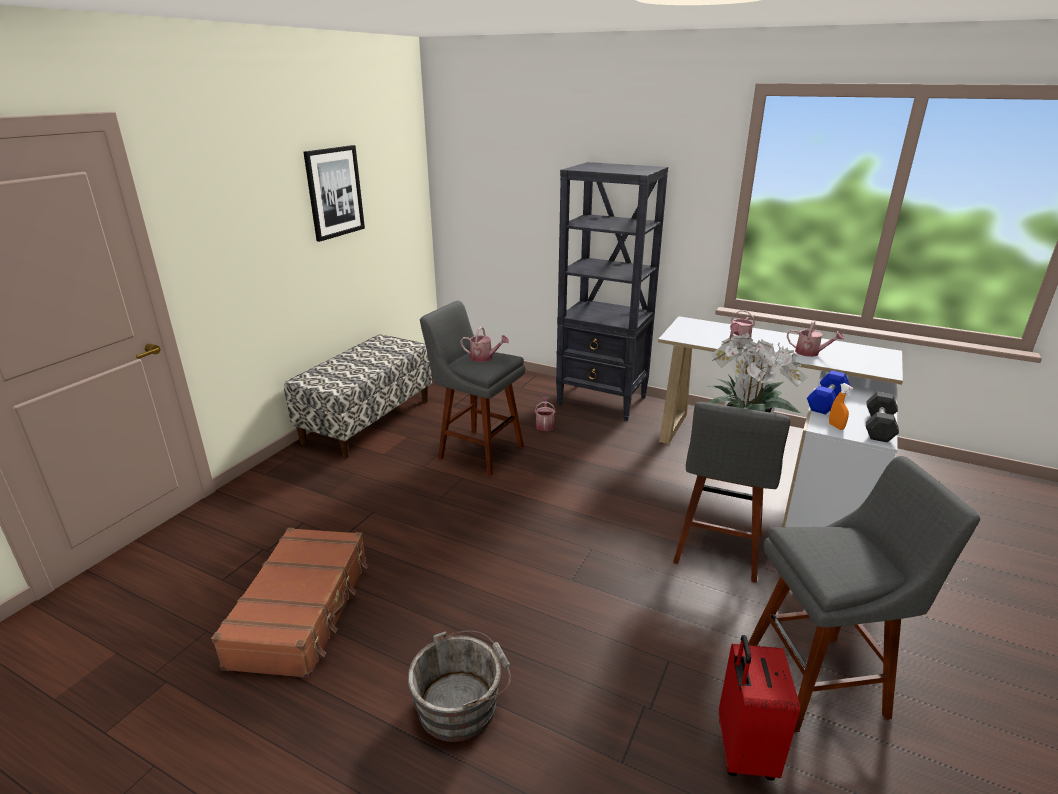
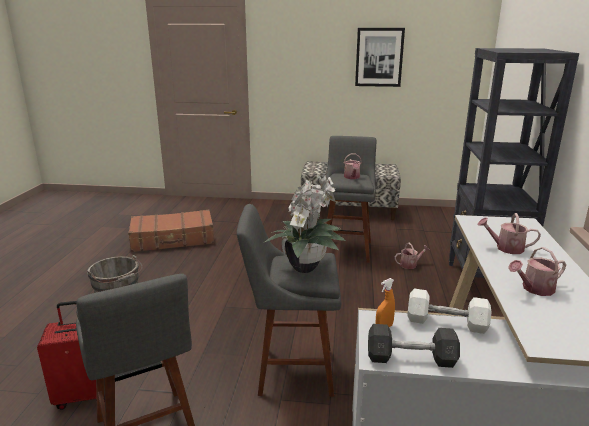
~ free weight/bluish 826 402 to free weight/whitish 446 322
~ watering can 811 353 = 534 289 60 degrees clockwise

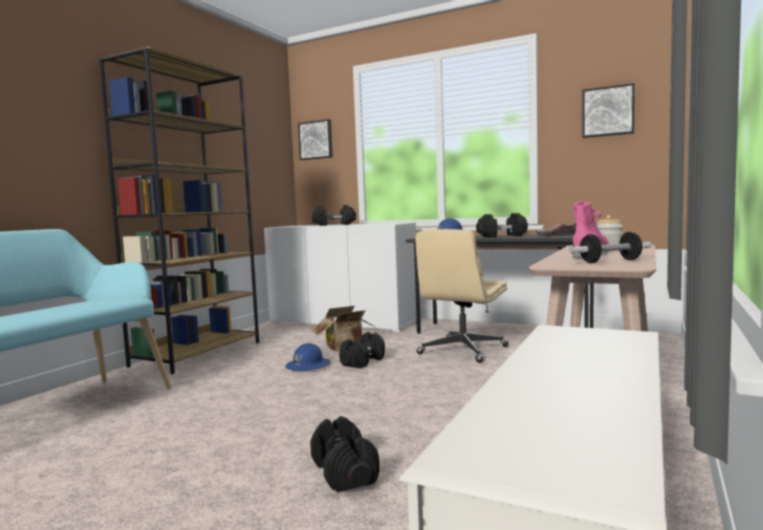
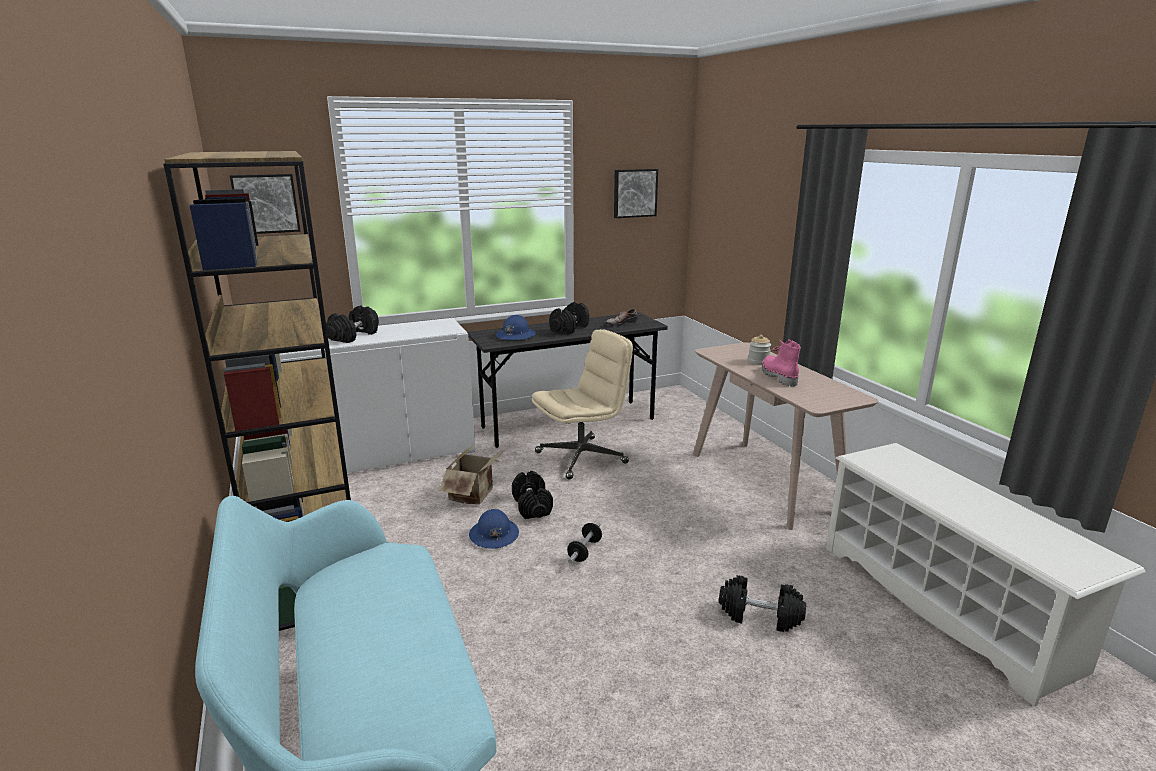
~ free weight 610 261 to 585 551
~ desk chair/beige-coloured 463 350 = 582 457 105 degrees counterclockwise

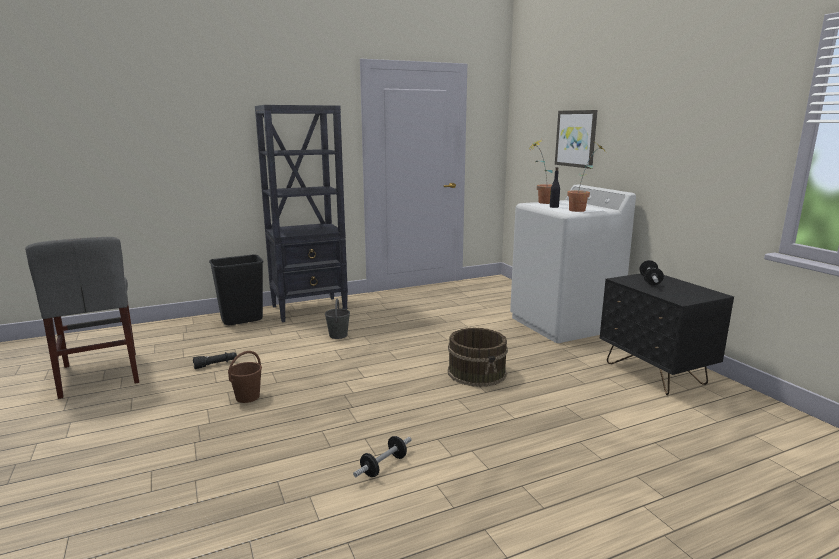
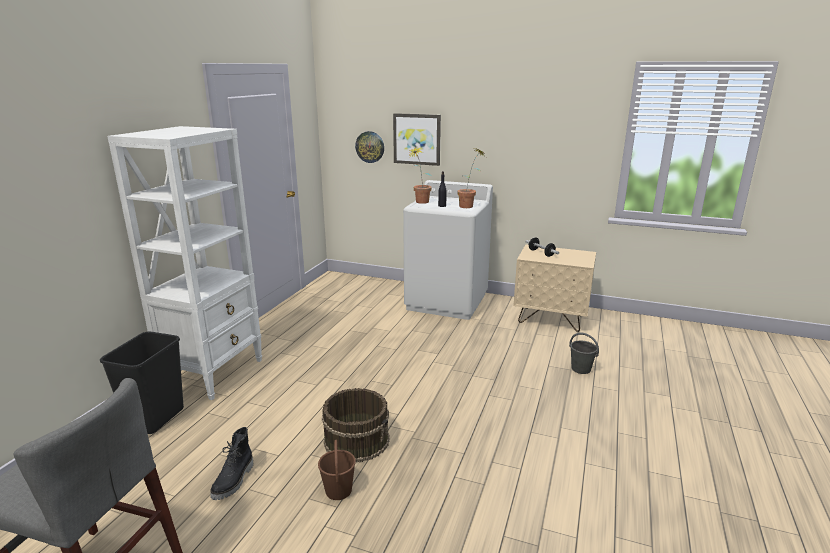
- free weight 384 466
+ clock on the wall 370 147
~ bucket/gray 338 335 to 581 369
~ bucket/brownish 477 372 to 357 439
~ flashlight/black 215 364 to tall boot/black 234 481
~ bookshelf/black 310 309 to bookshelf/whitish 214 373
~ nightstand/black 655 373 to nightstand/beige-coloured 551 319

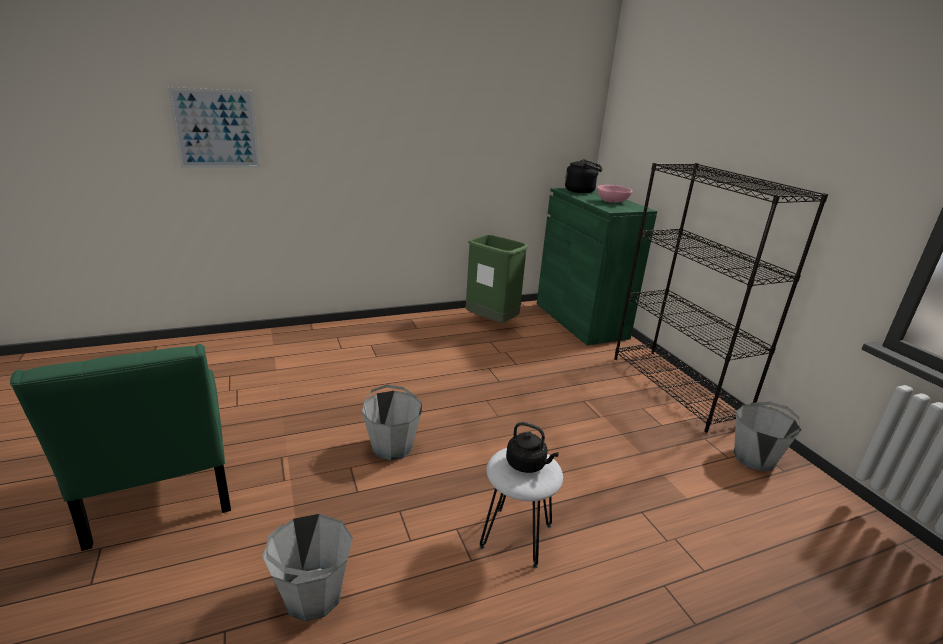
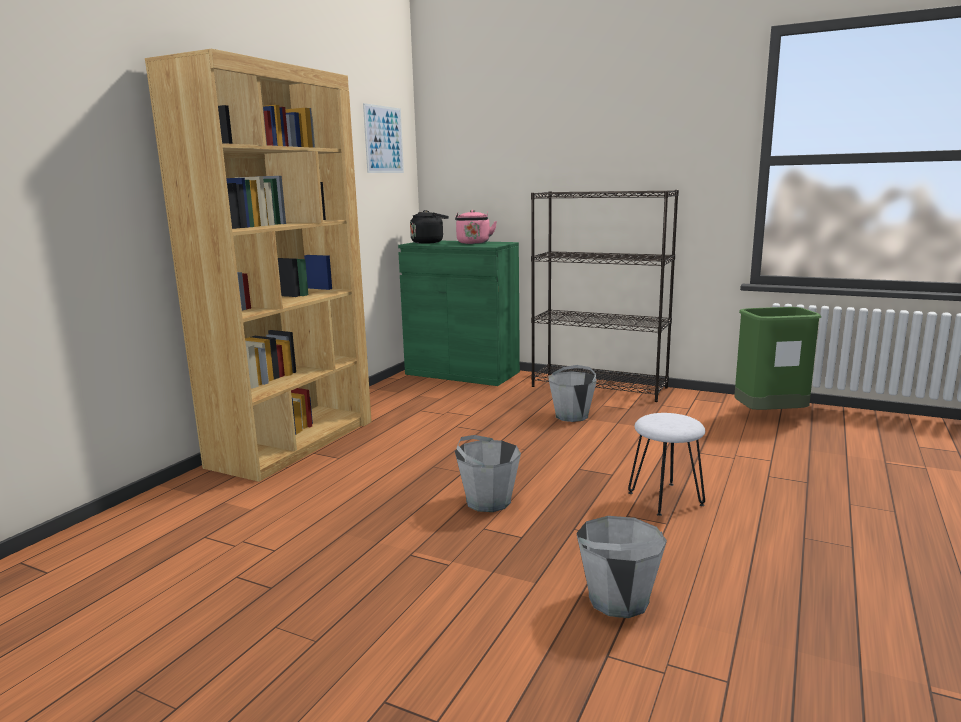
- chair/green-coloured 160 494
- tea kettle/black 528 464
+ bookshelf/brownish 294 443
~ wall picture 216 129 to 384 139
~ rubbish bin/green-coloured 491 323 to 769 417
~ bucket/gray 755 458 to 572 416
~ deep dish/pink-coloured 612 202 to tea kettle/pink-coloured 473 243

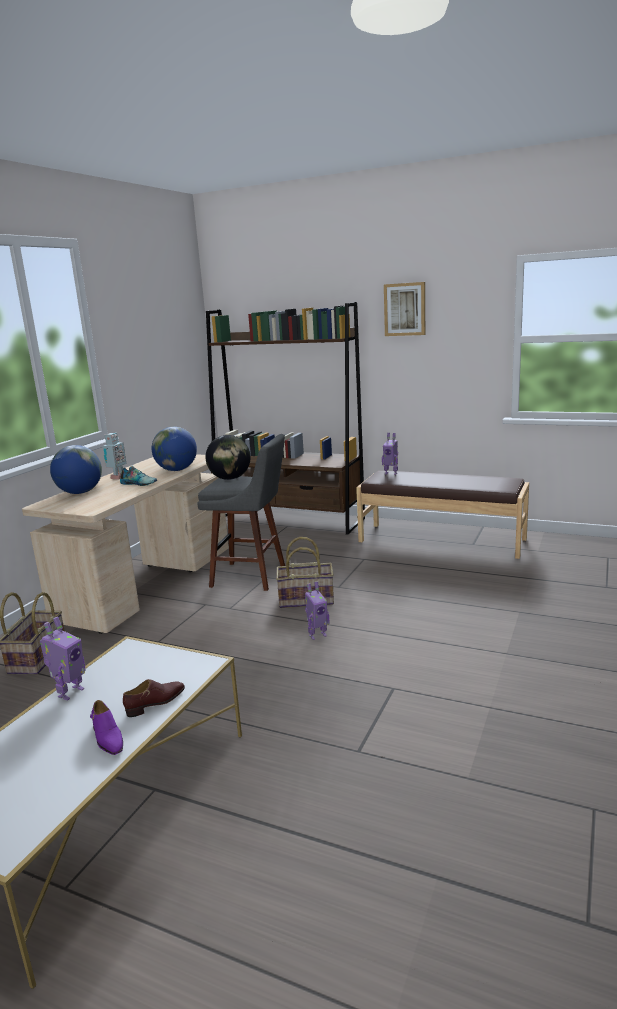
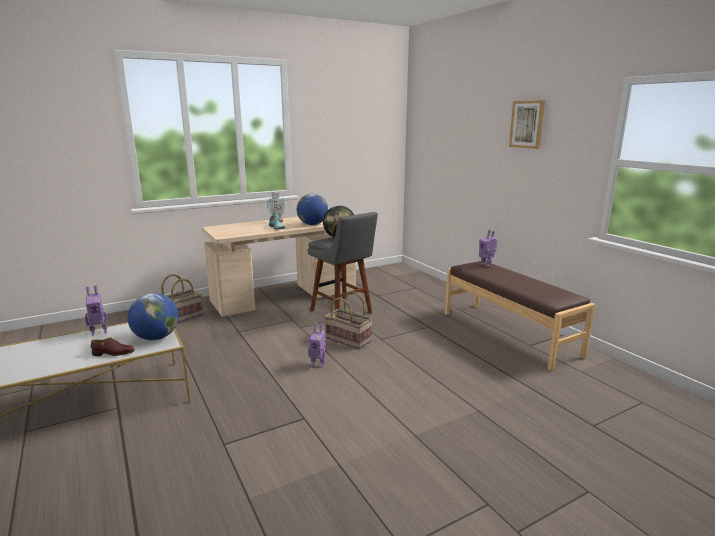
- item of footwear/purple 107 738
- bookshelf/brownish 289 520
~ world globe 80 492 to 156 337

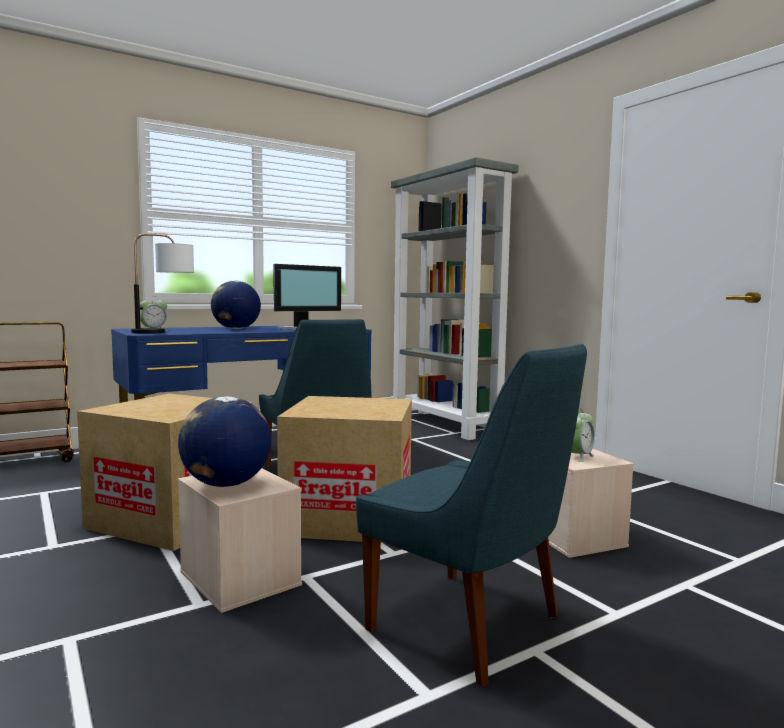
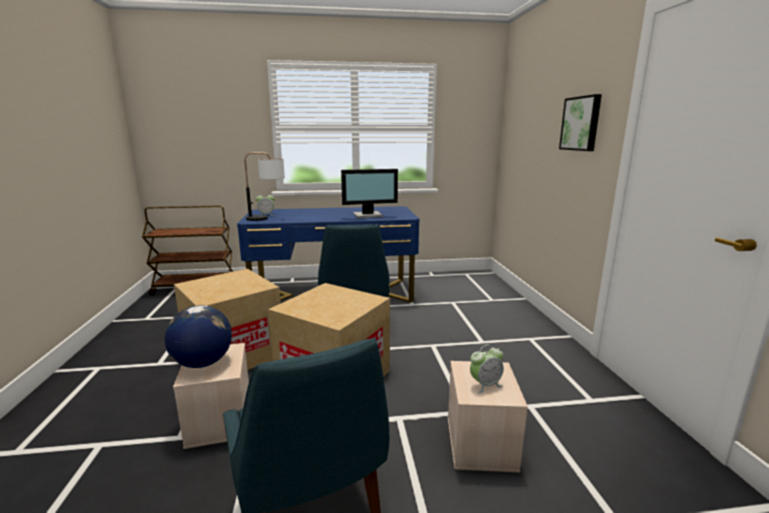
- world globe 236 329
- bookshelf/gray 445 424
+ wall picture 581 123

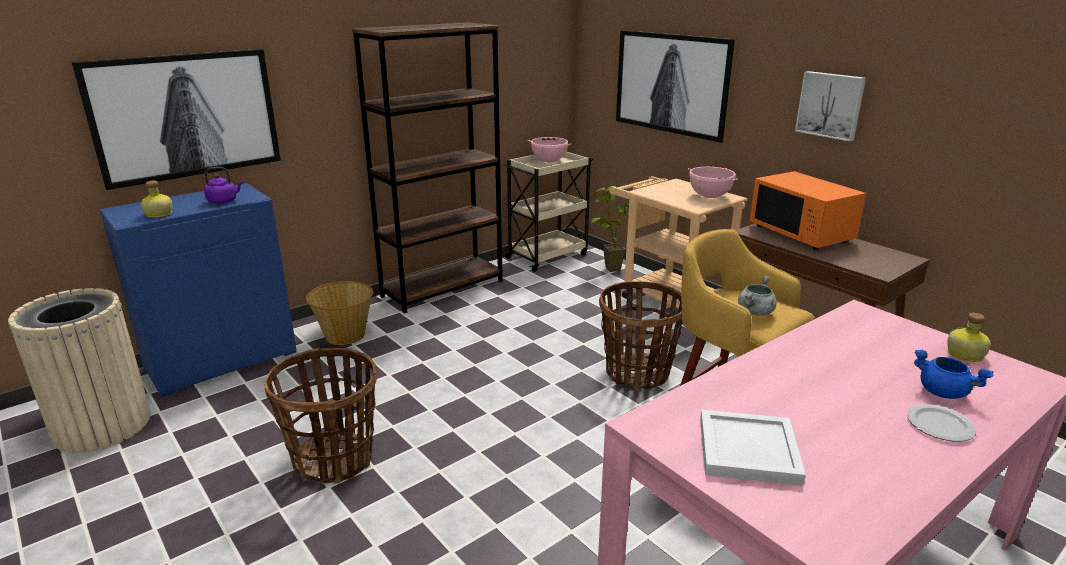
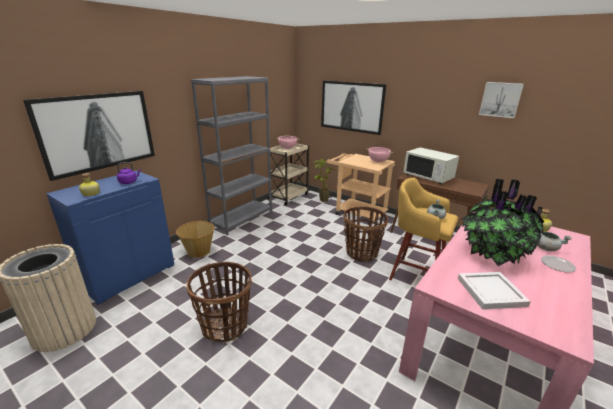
+ potted plant 491 254
~ wall picture 830 105 to 500 99
~ bookshelf/brownish 443 288 to bookshelf/gray 242 219
~ microwave oven/orange-coloured 801 234 to microwave oven/whitish 428 177
~ saucepot/bluish 943 392 to saucepot/gray 546 248

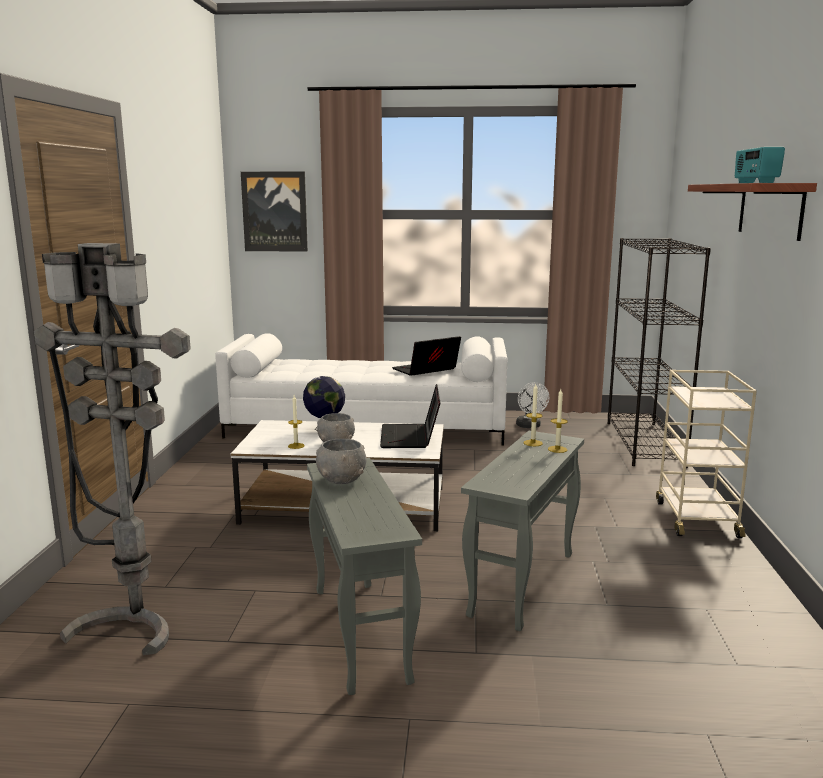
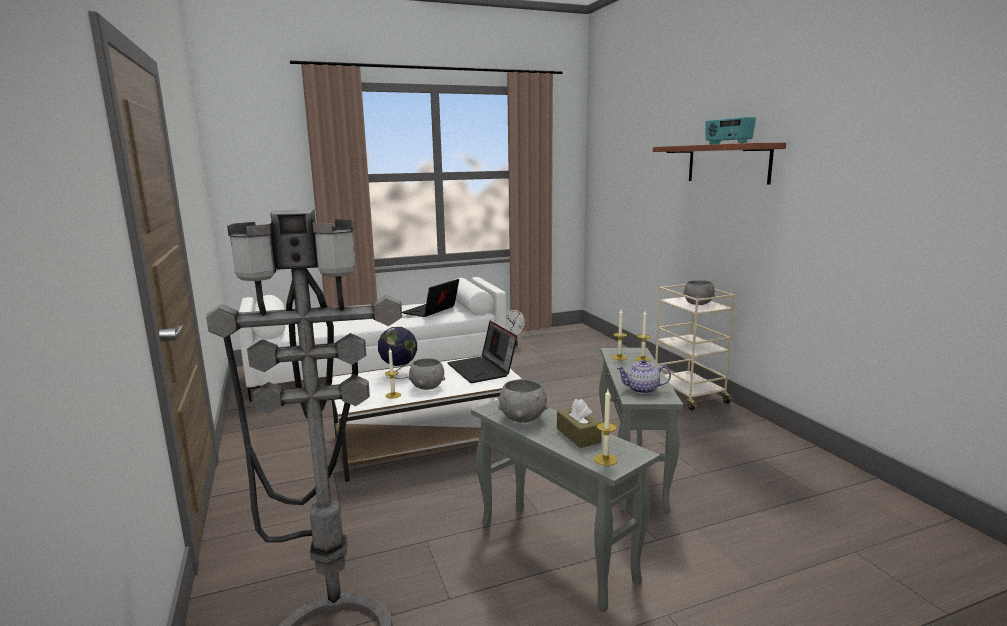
- wall picture 275 211
- bookshelf/black 645 444
+ tissue holder/brownish 578 436
+ wax candle 605 459
+ pot for tea 642 389
+ deep dish/gray 698 303

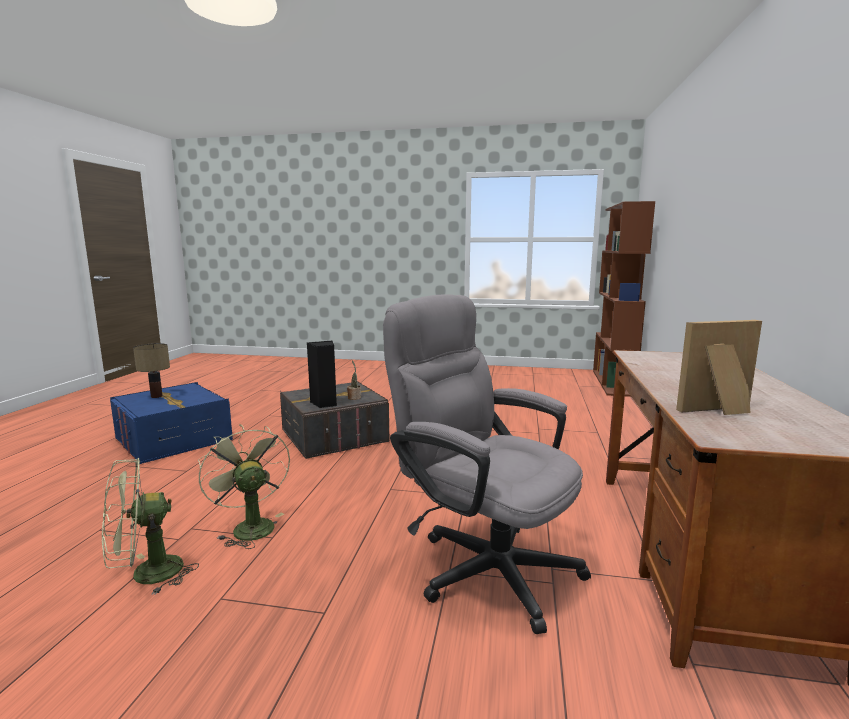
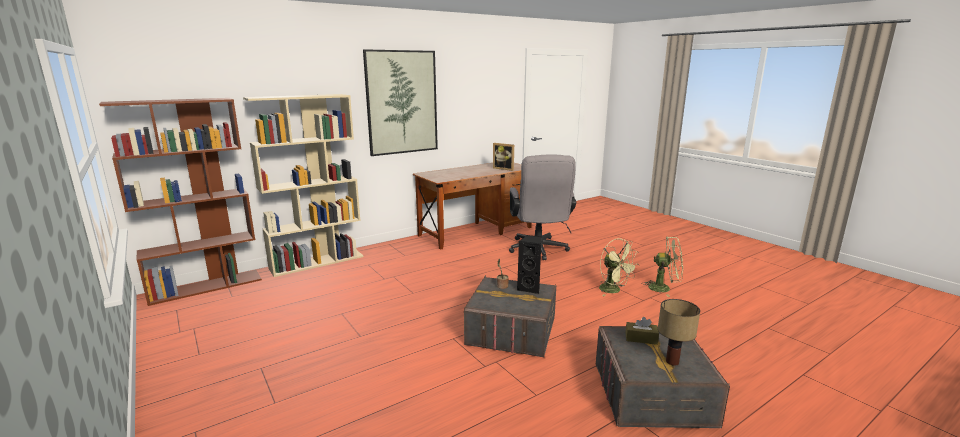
+ bookshelf/beige-coloured 317 262
+ wall picture 402 102
+ tissue holder/brownish 641 338
~ storage bin/bluish 174 439 to storage bin/gray 652 394
~ cooling fan/green-coloured 249 526 = 614 290 45 degrees counterclockwise

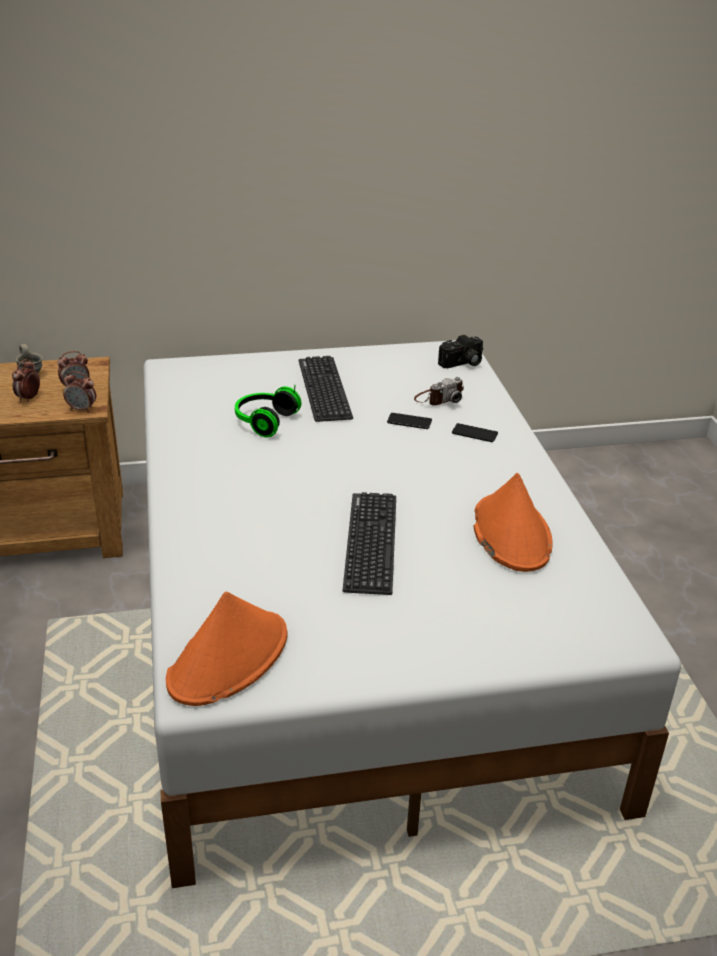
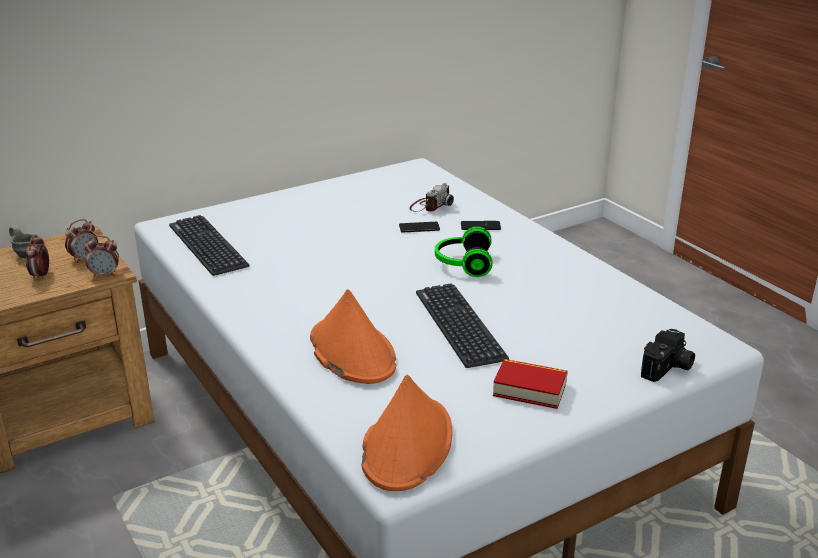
+ volume 529 389
~ headset 264 421 to 462 264
~ computer keyboard 324 389 to 207 246
~ photo camera 462 363 to 667 368
~ clothing hat/orange-coloured 510 533 to 351 352

